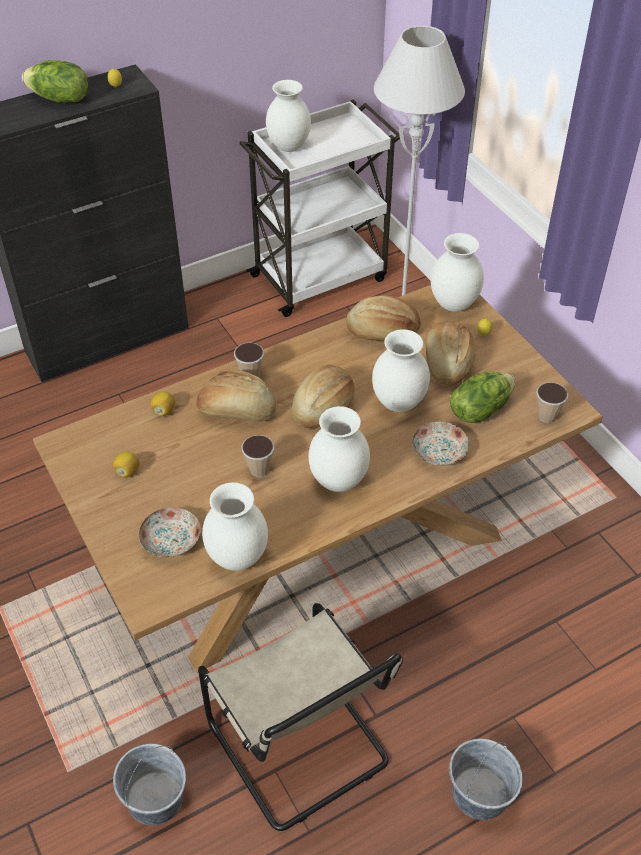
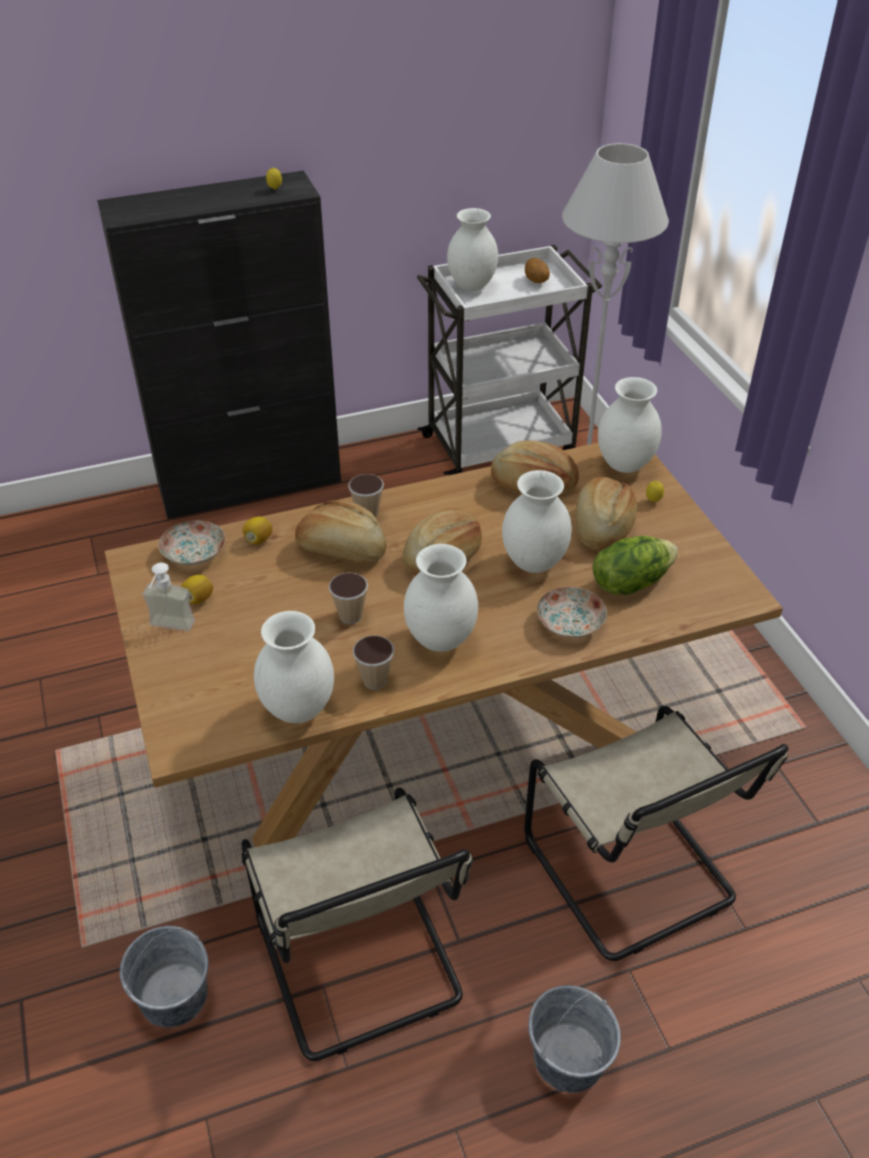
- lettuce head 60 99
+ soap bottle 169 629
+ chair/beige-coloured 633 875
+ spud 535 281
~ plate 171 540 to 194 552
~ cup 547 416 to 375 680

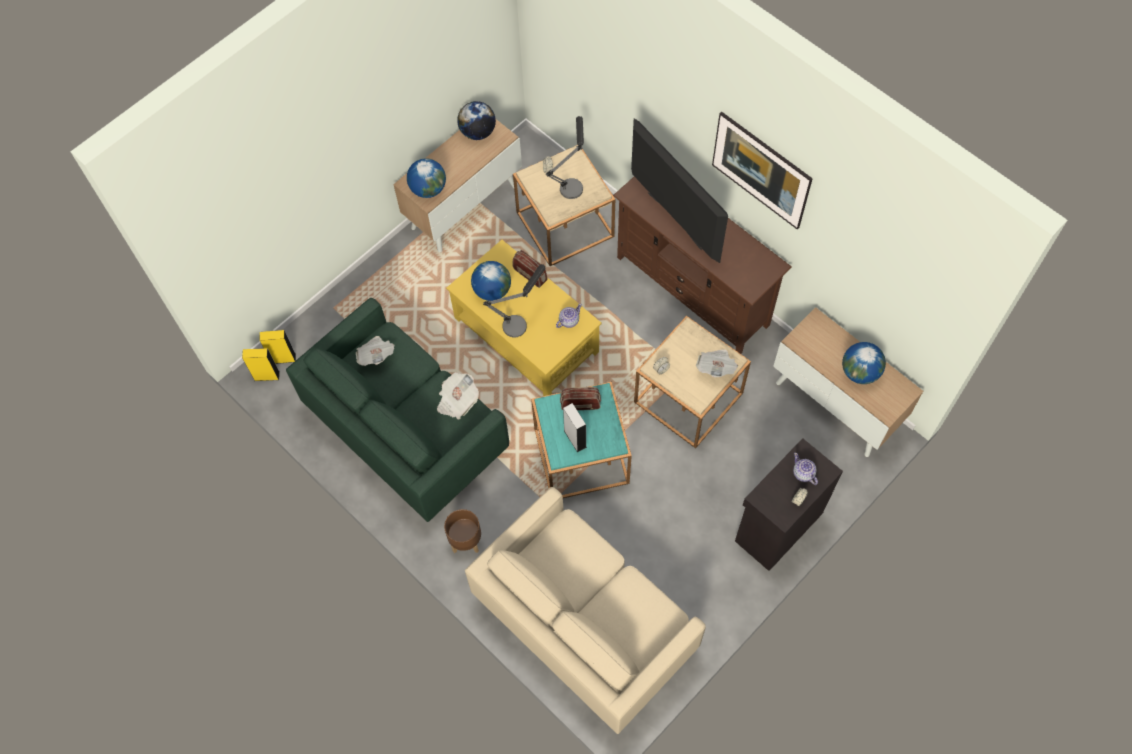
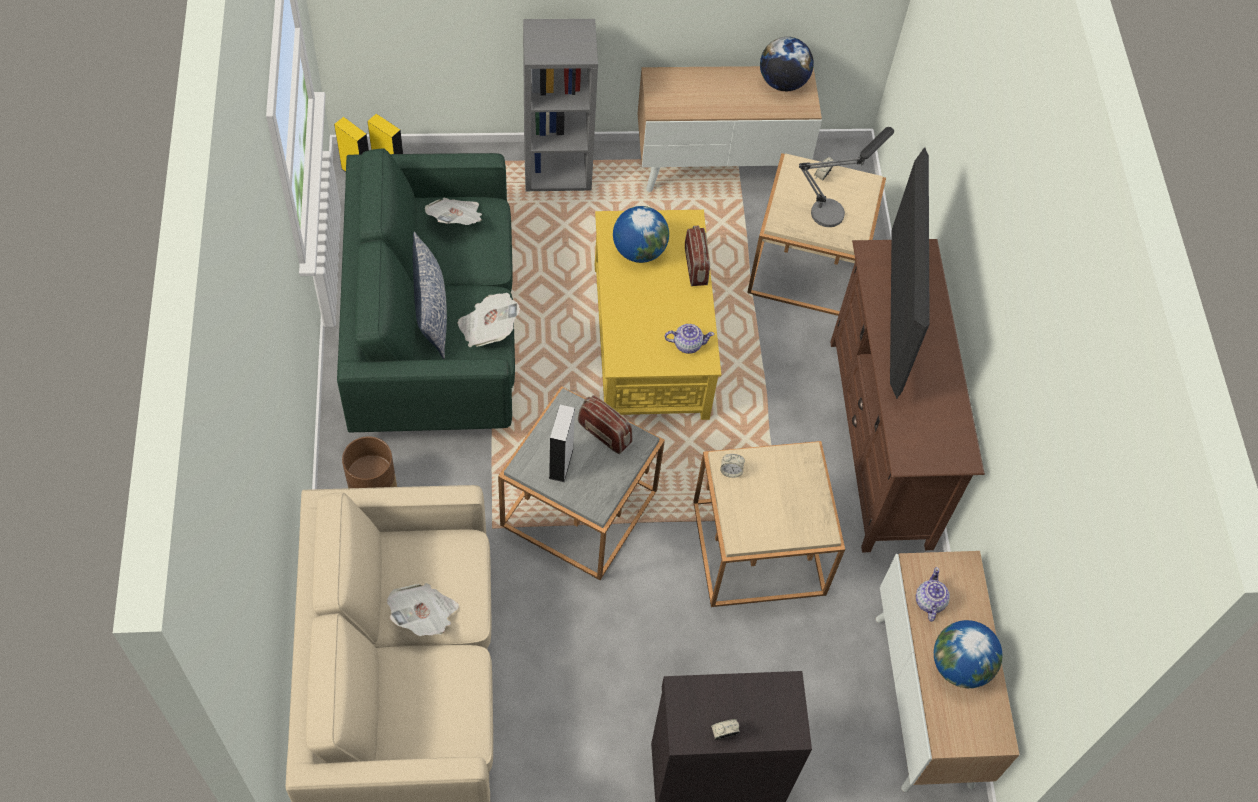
- world globe 428 189
- tabletop lamp 519 321
- wall picture 758 183
+ cushion 431 309
+ bookshelf/gray 558 169
~ printed paper 716 367 to 425 616
~ pot for tea 803 473 to 929 601
~ side table/blue-green 581 456 to side table/gray 579 508

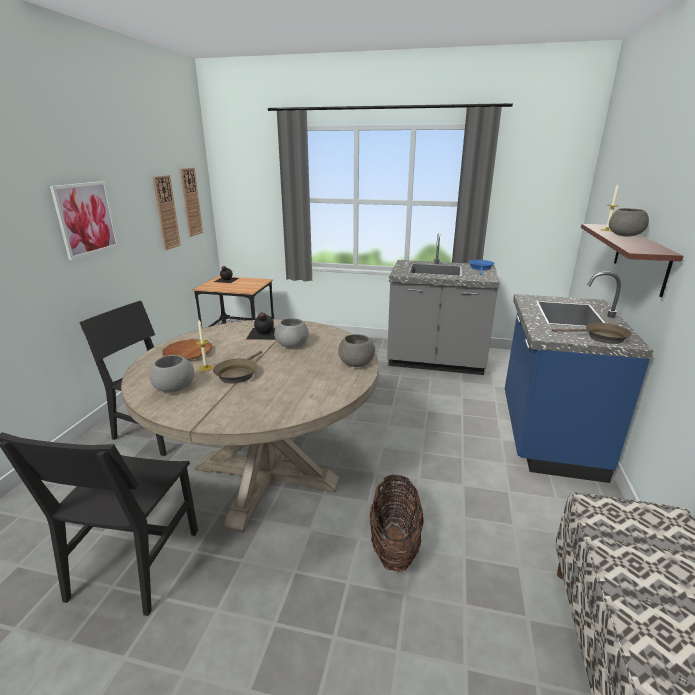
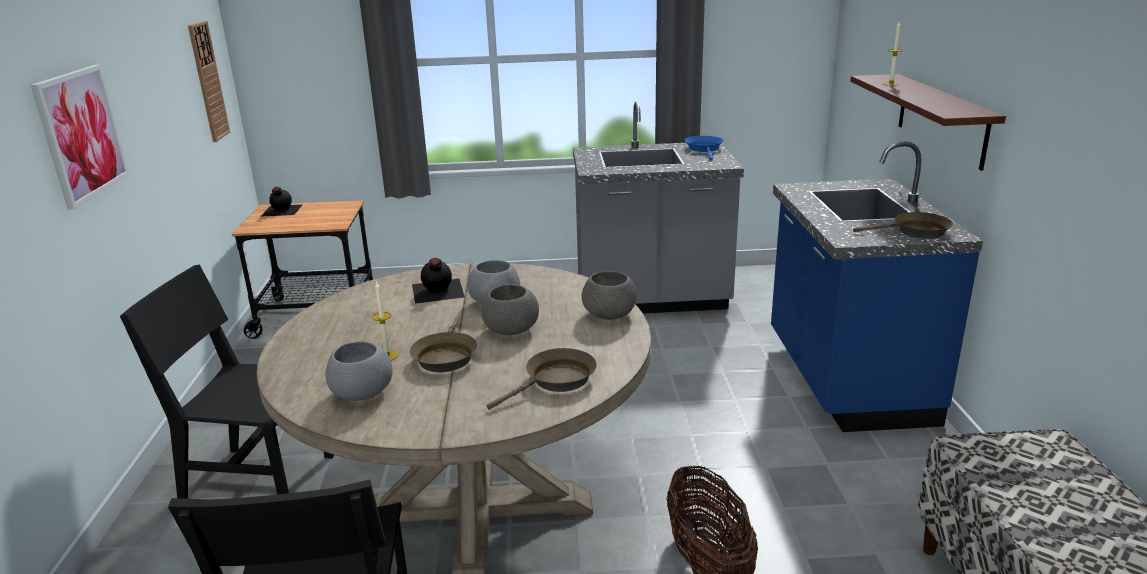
- clock on the wall 166 212
- plate/brownish 188 353
+ frying pan/brownish 556 381
~ deep dish/gray 624 235 to 510 330

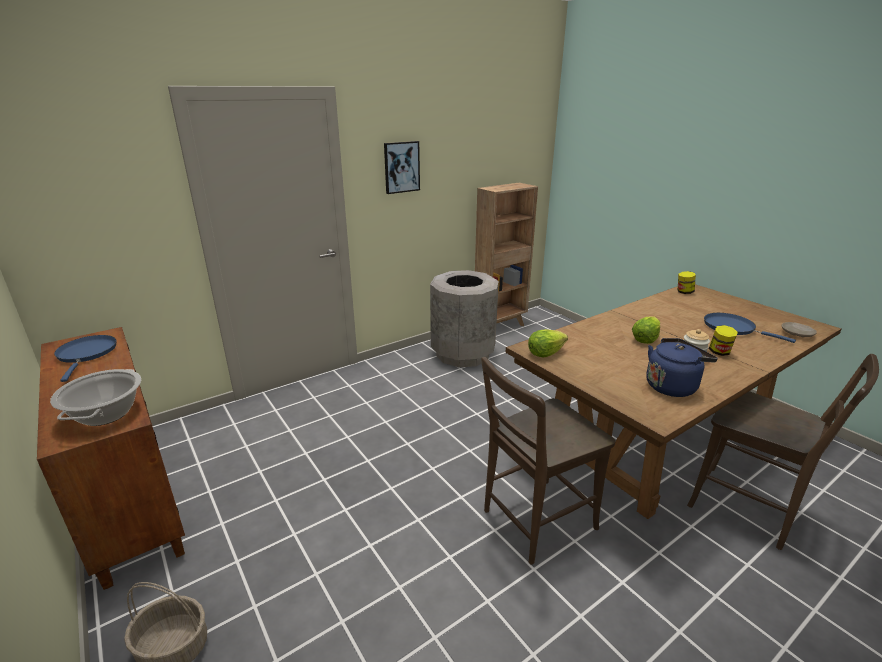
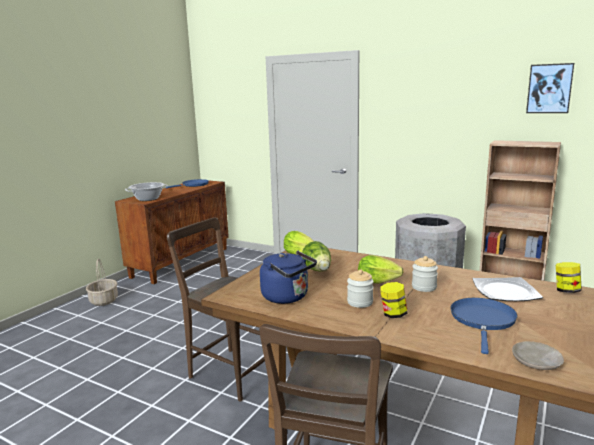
+ lettuce head 318 270
+ preserve jar 424 287
+ plate 504 291
~ wall picture 401 167 to 549 88

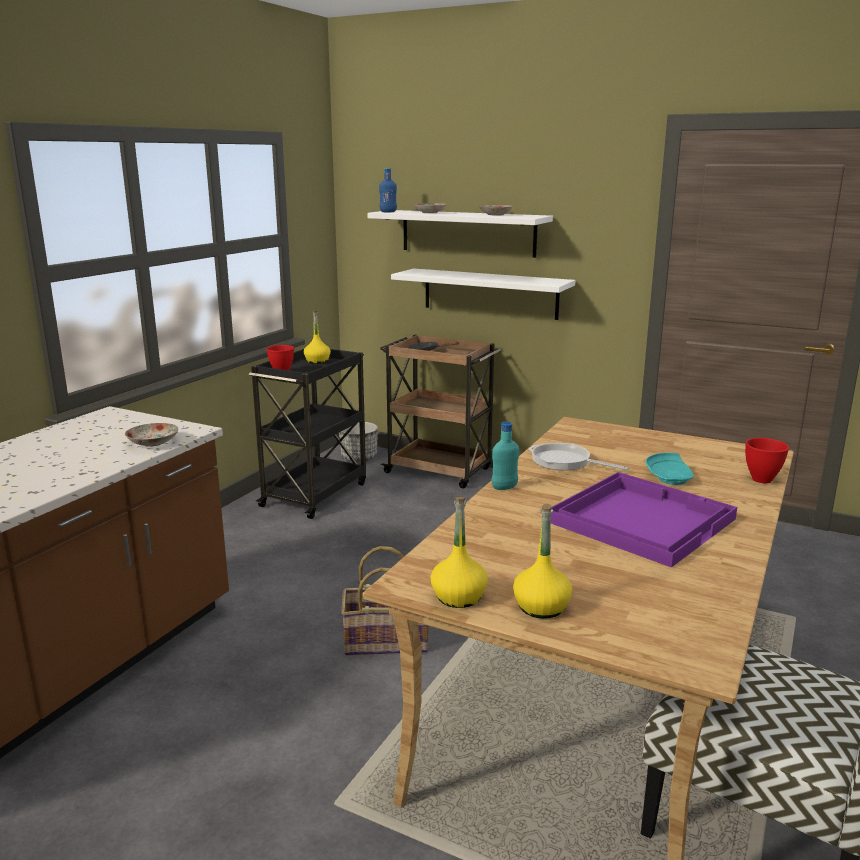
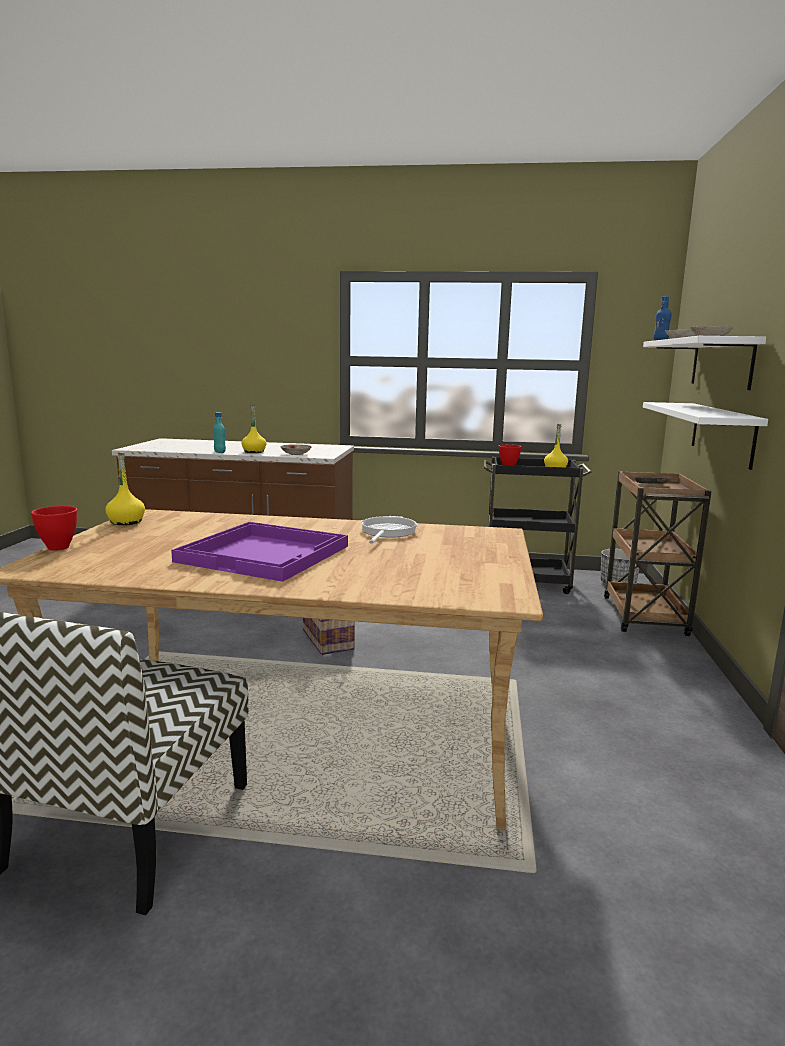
- plate/blue-green 670 478
~ drink bottle/blue-green 504 487 to 219 452
~ drink bottle/yellow-coloured 541 607 to 254 452
~ deep dish/reddish 760 479 to 59 547

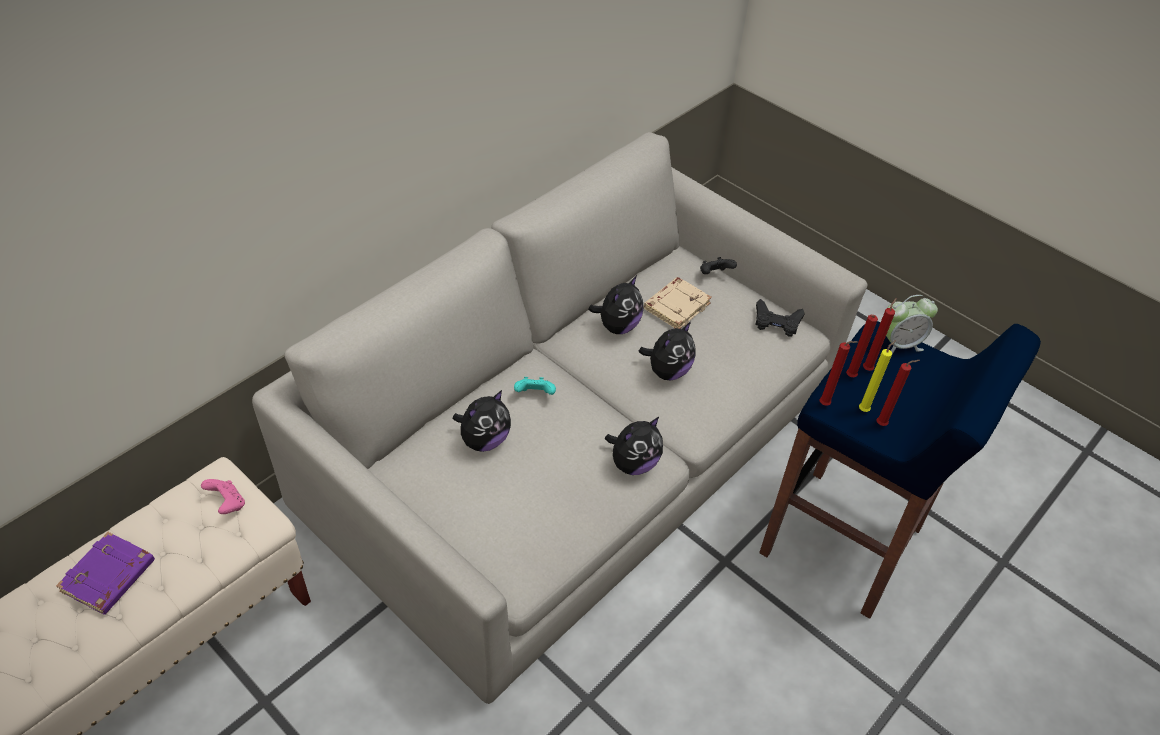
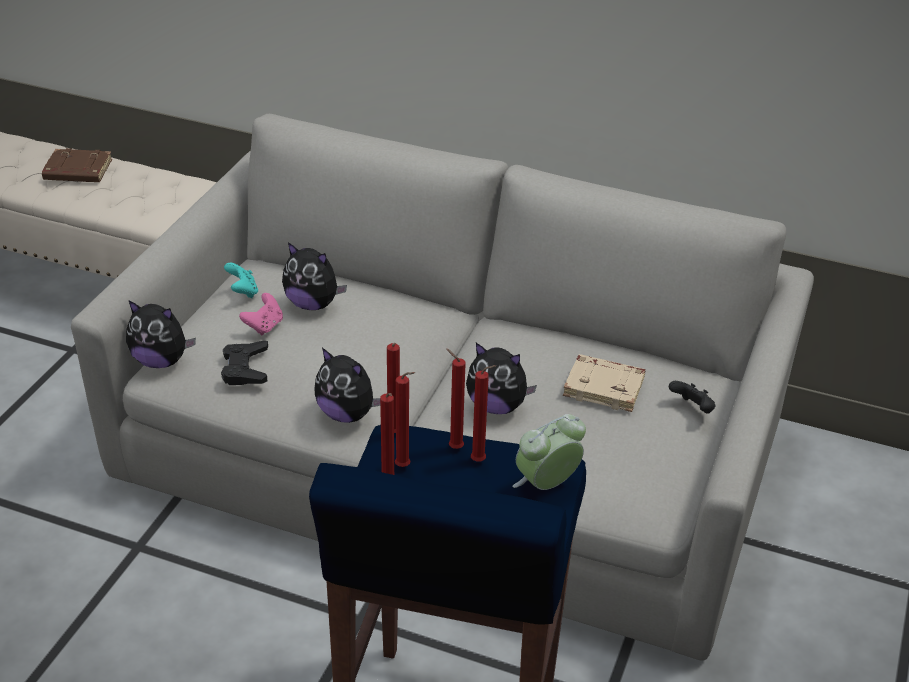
~ game controller/pink-coloured 227 504 to 264 326
~ game controller/blue-green 535 395 to 243 292
~ cuddly toy 617 326 to 161 361
~ game controller/black 777 322 to 245 368
~ volume/purple 109 578 to volume/brownish 77 172
~ wax candle/yellow-coloured 864 409 to wax candle/reddish 405 467
~ table clock 899 344 = 547 484 90 degrees clockwise

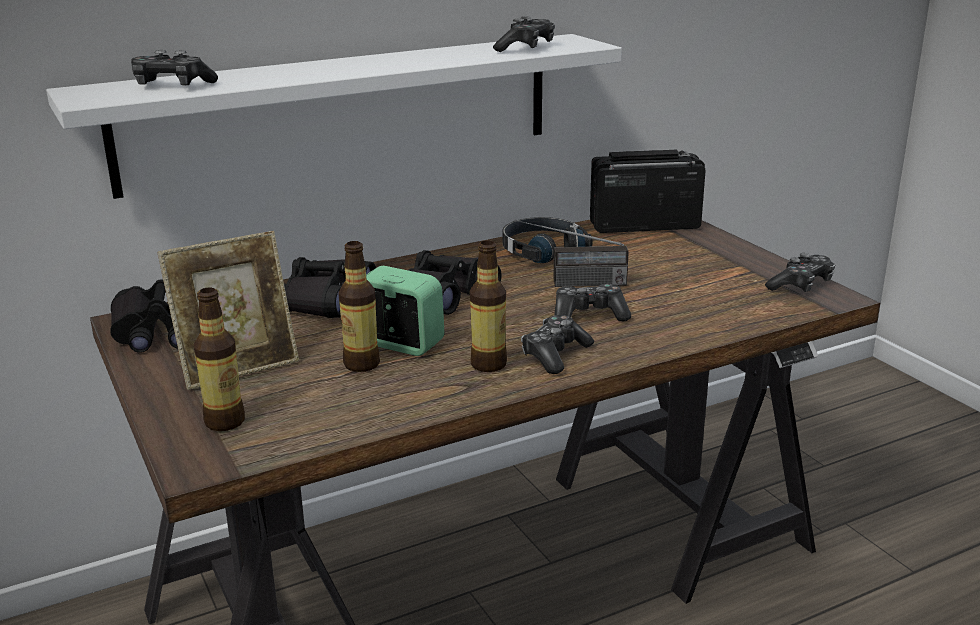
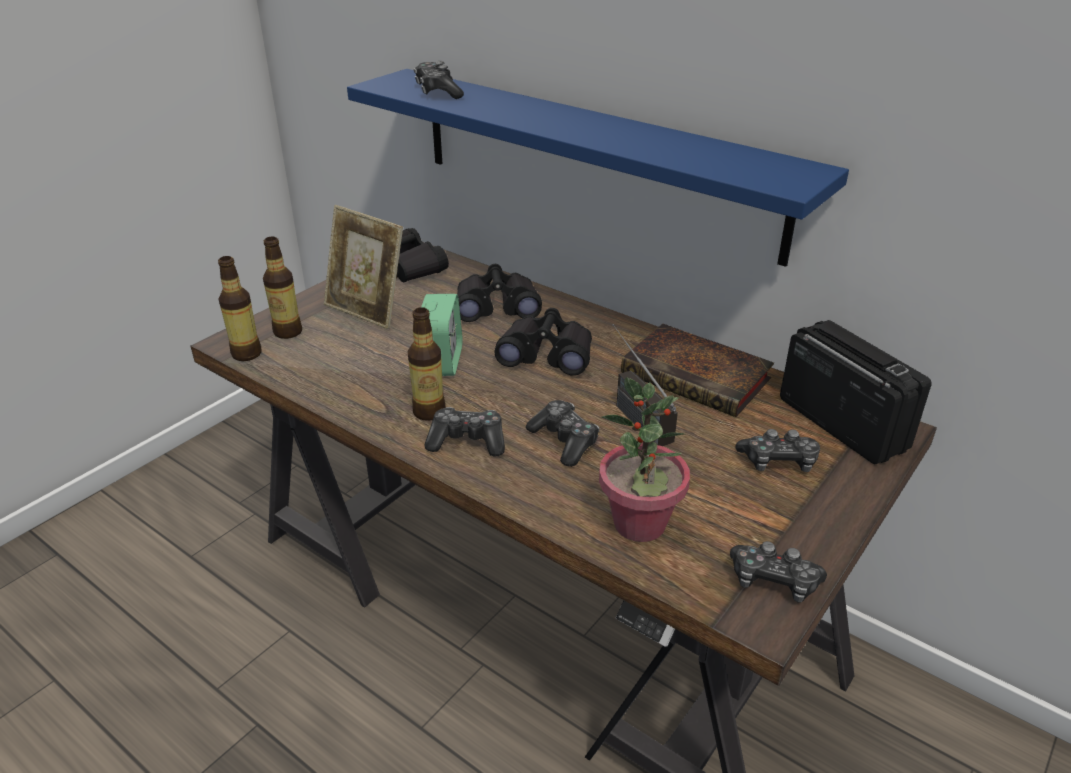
+ potted plant 639 524
~ drink bottle 362 364 to 246 354
~ game controller 526 48 to 778 462
~ headset/black 542 250 to volume 699 377
~ wall shelf/whitish 342 111 to wall shelf/bluish 593 160

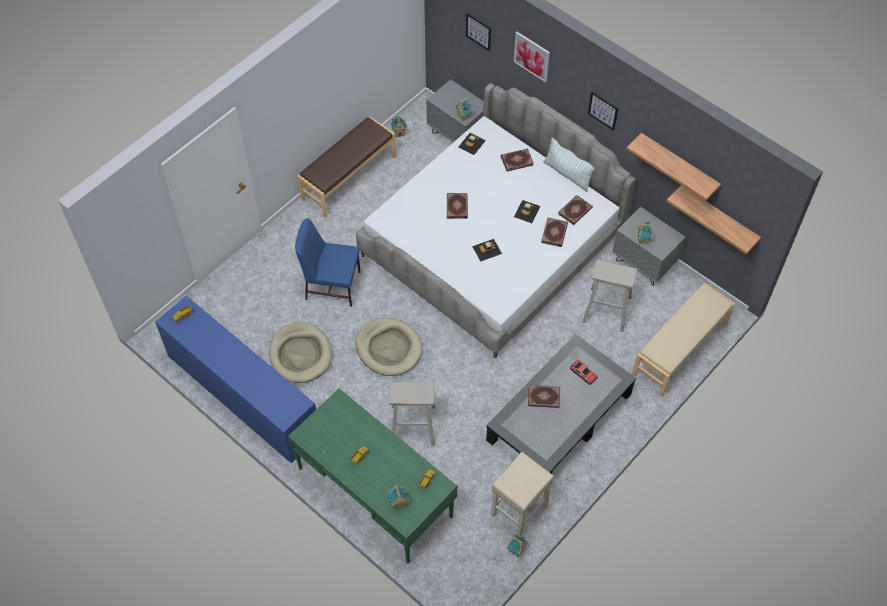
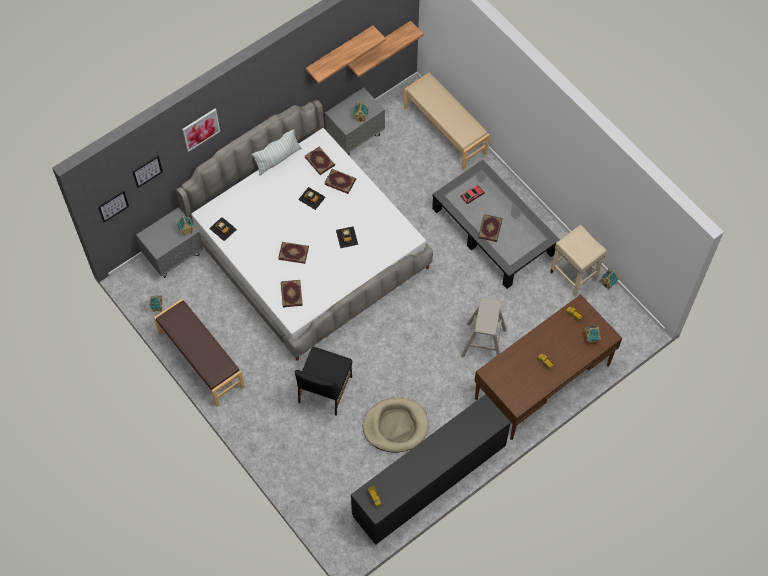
- dog bed/beige-coloured 389 348
- stool/beige-coloured 606 309
~ volume 516 160 to 291 294
~ wall picture 603 110 to 113 206
~ dresser/bluish 242 395 to dresser/black 430 480
~ desk/green-coloured 375 492 to desk/brownish 542 381
~ chair/bluish 331 284 to chair/black 324 390

